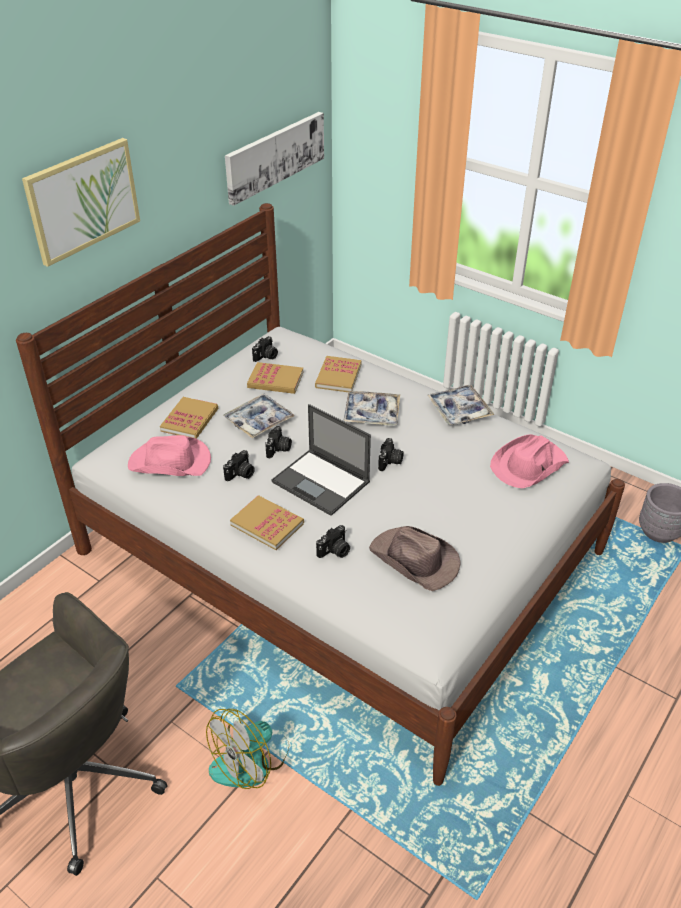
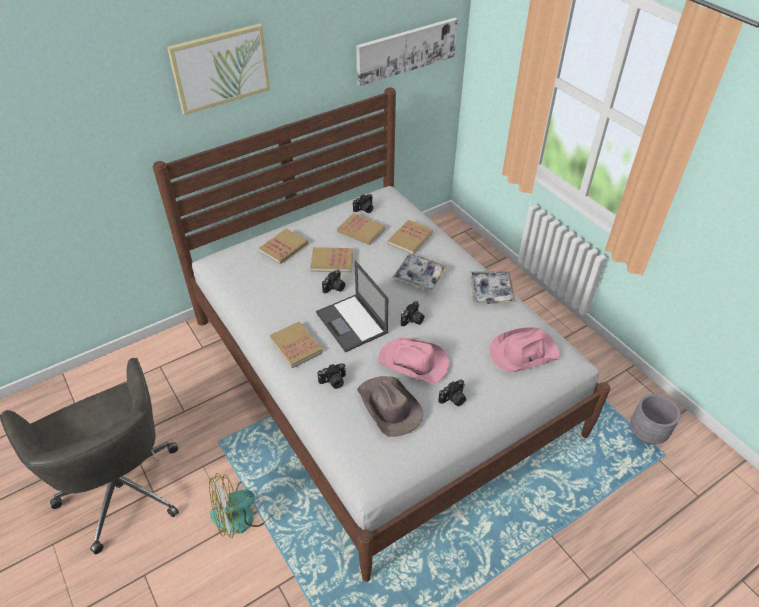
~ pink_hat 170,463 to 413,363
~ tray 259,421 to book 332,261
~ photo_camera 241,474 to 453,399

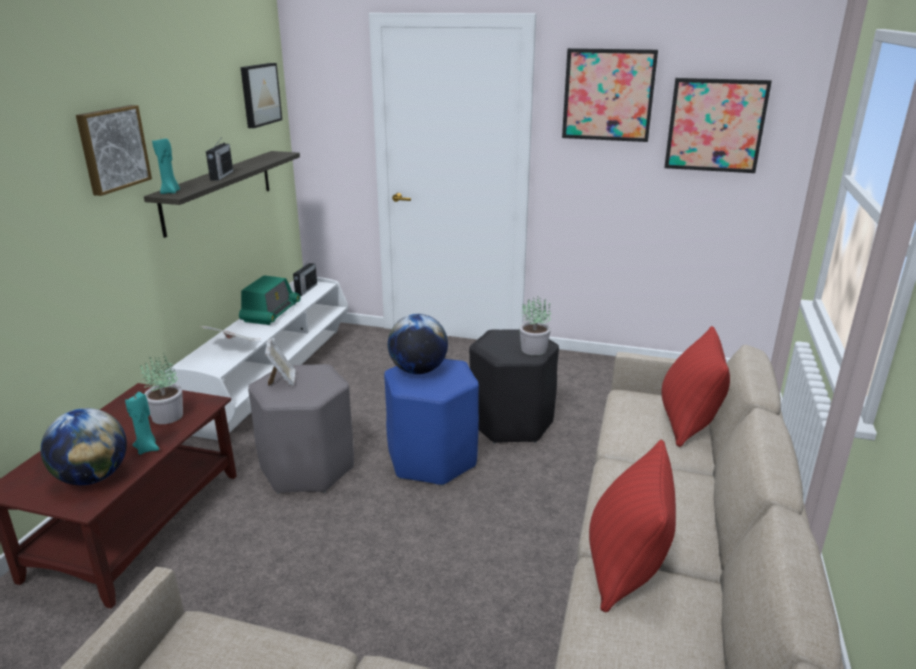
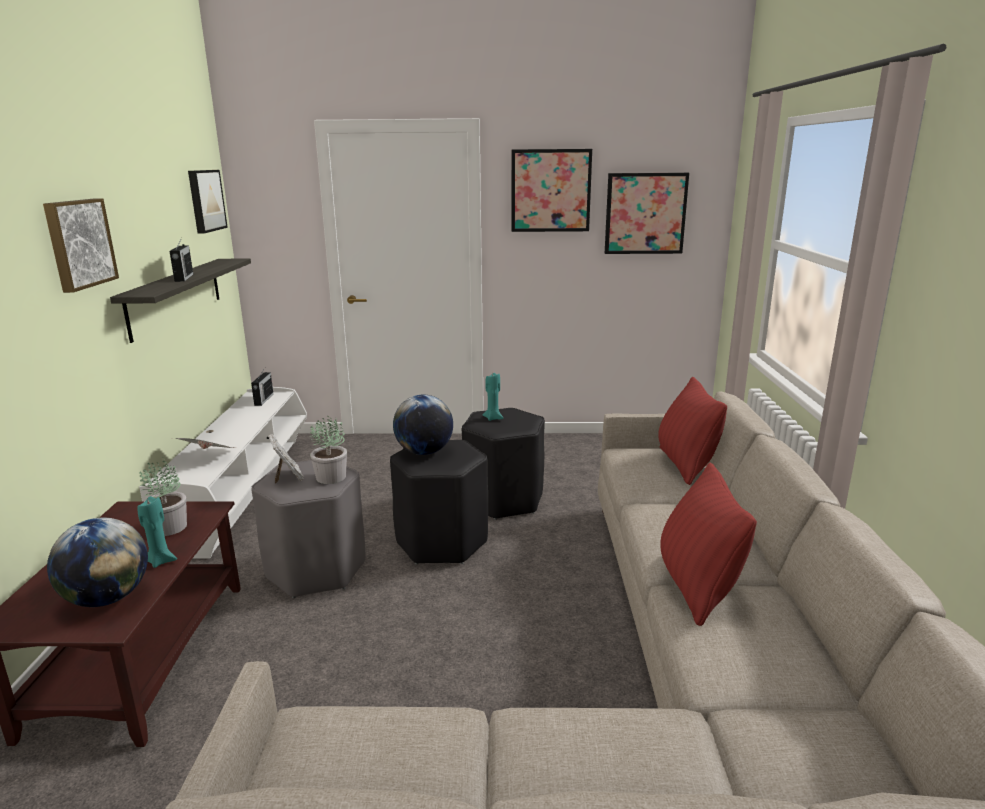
~ turquoise_candle 170,192 to 493,418
- radio 270,313
~ blue_stool 432,459 to black_stool 442,542
~ potted_plant 534,349 to 331,477

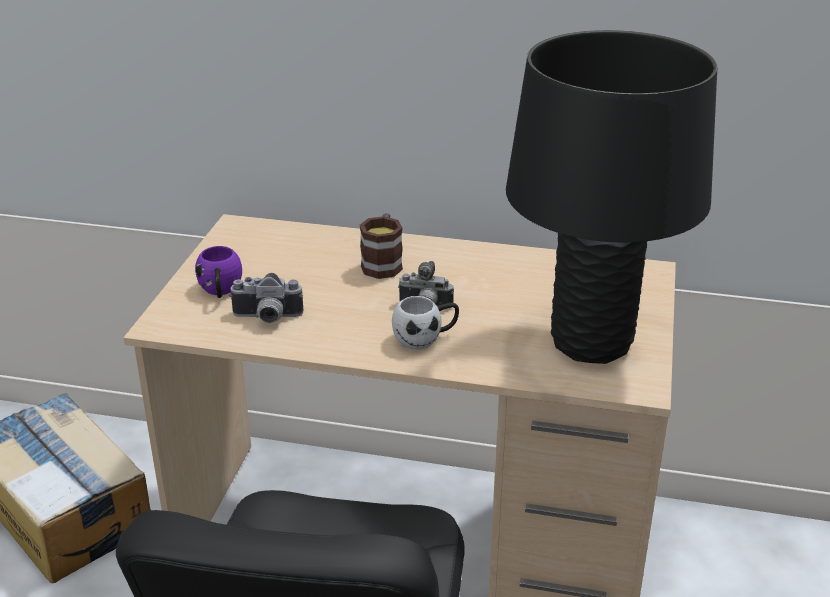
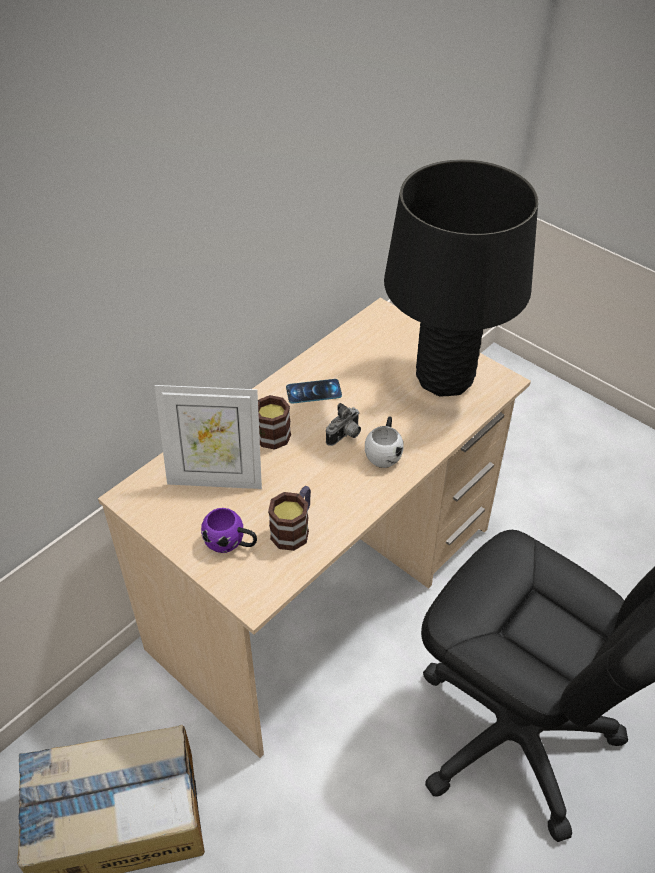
~ photo_camera 267,318 to mug 294,528
+ picture_frame 215,479
+ phone 313,391

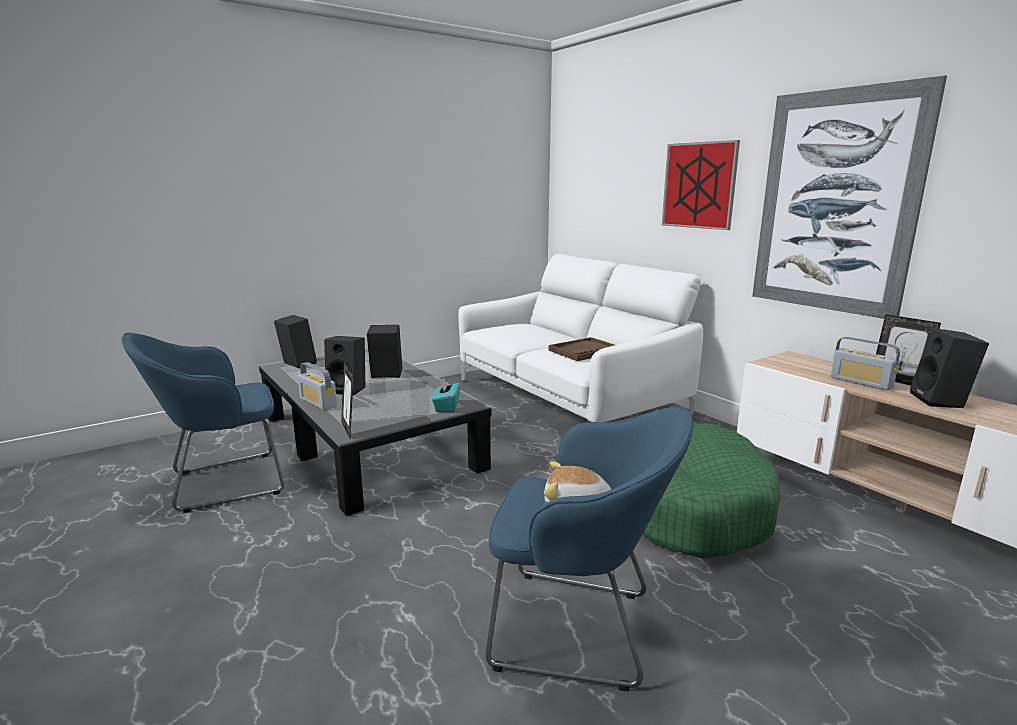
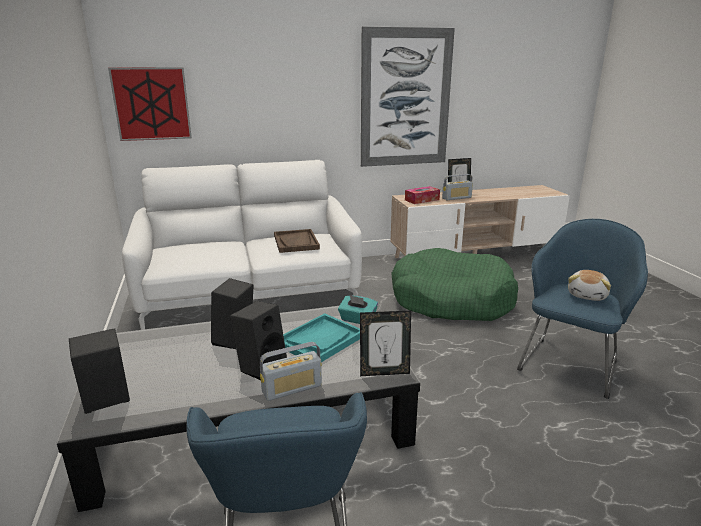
~ picture 699,185 to 151,104
- black_speaker 941,401
+ turquoise_tray 320,340
+ tissue_box 422,200

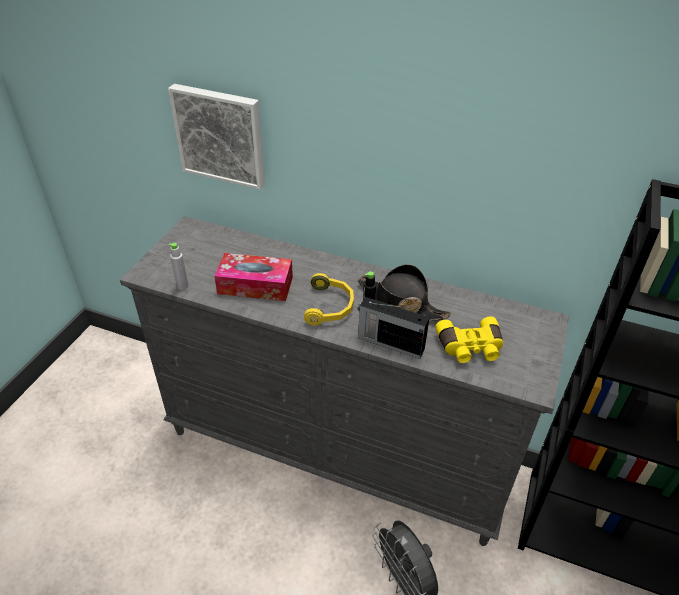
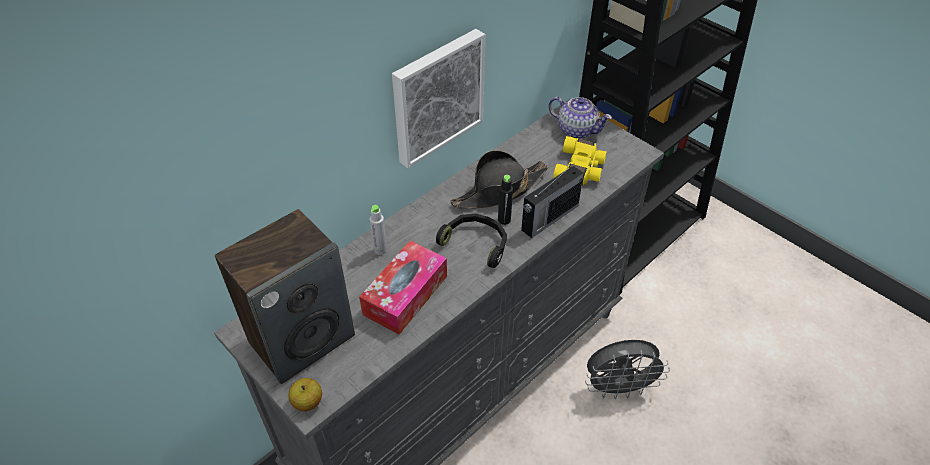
~ picture 221,135 to 436,96
~ grey_bottle 182,286 to 380,250
~ yellow_headphones 330,306 to black_headphones 476,243
+ speaker 302,338
+ apple 307,402
+ teapot 576,130

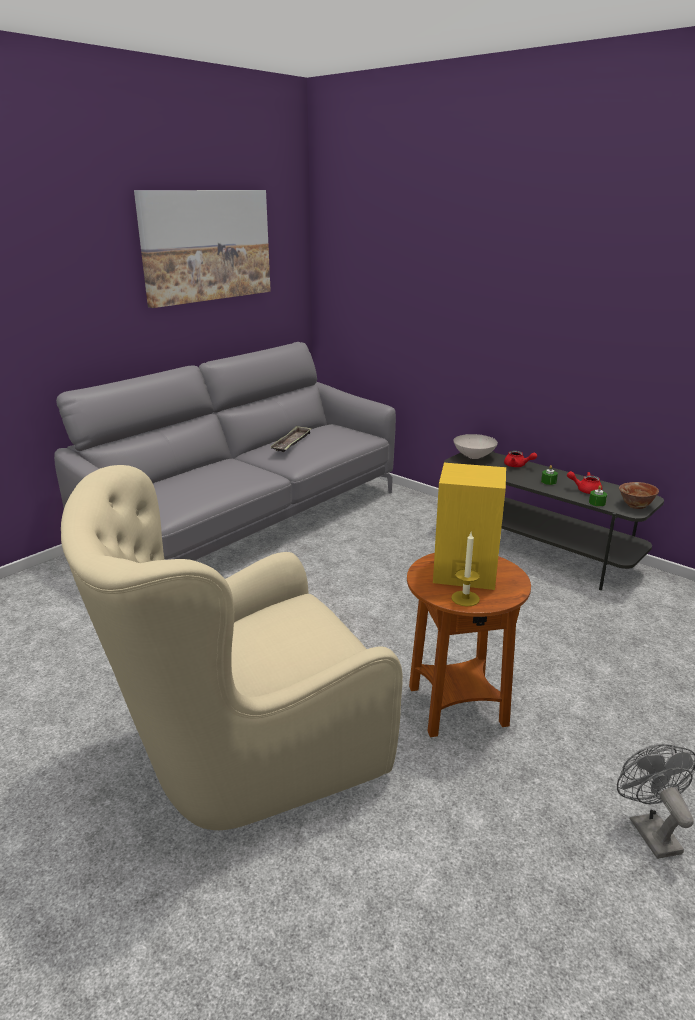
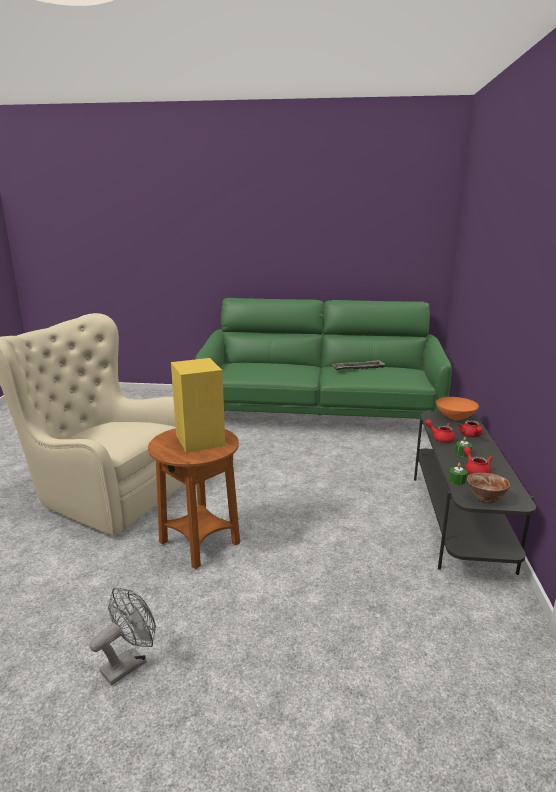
~ grey_sofa 249,521 to green_sofa 319,414
- picture 206,246
- candle 465,598
~ white_bowl 474,456 to orange_bowl 455,418
+ red_teapot 440,438

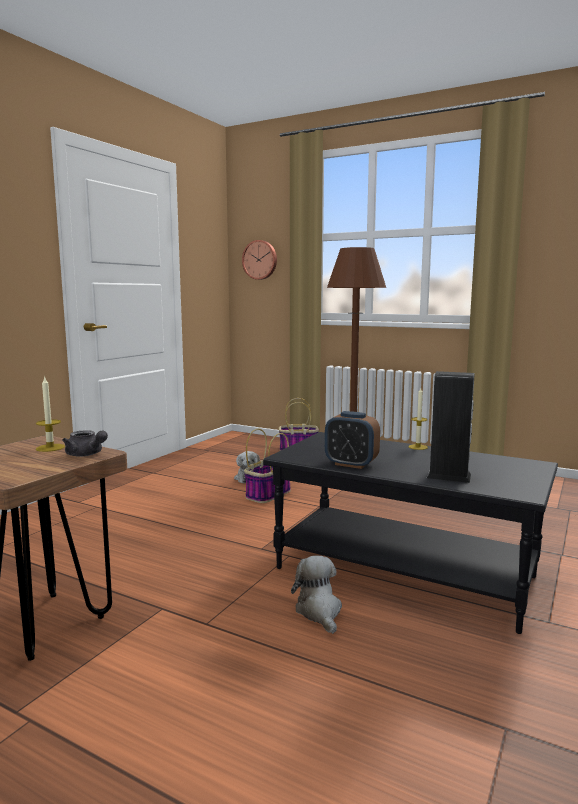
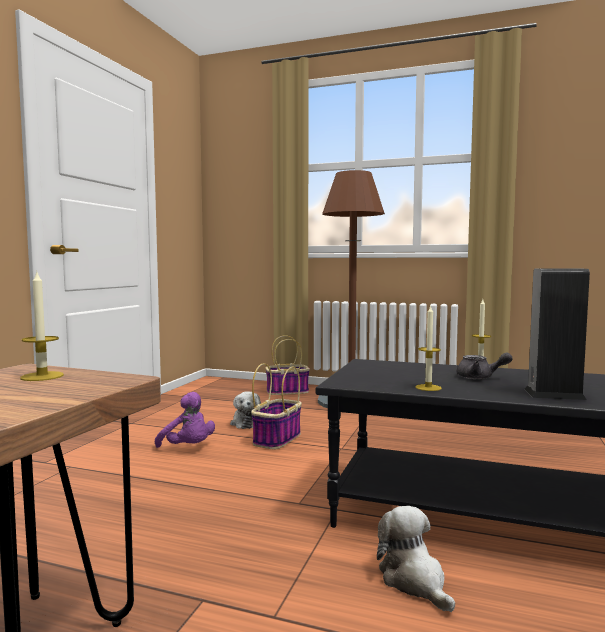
~ grey_teapot 86,454 to 480,378
- wall_clock 260,260
~ alarm_clock 351,464 to candle 428,387
+ purple_plush_toy 188,448

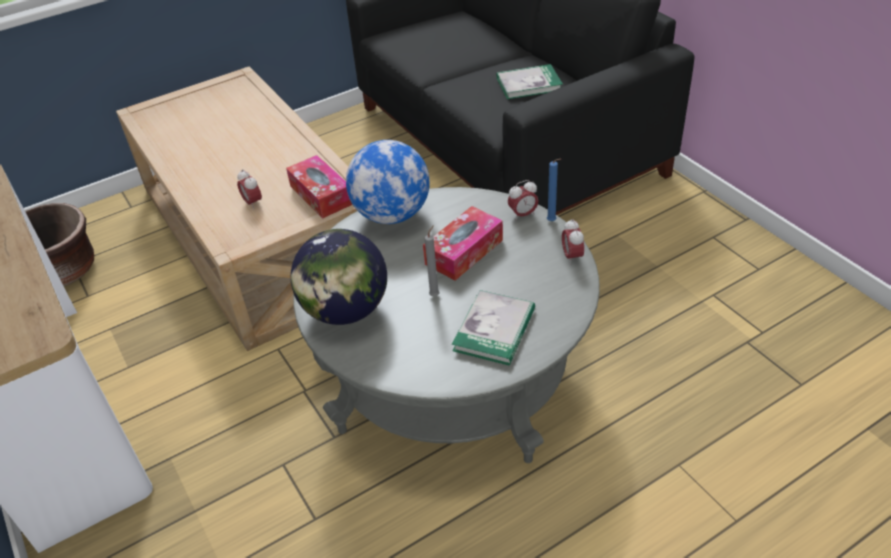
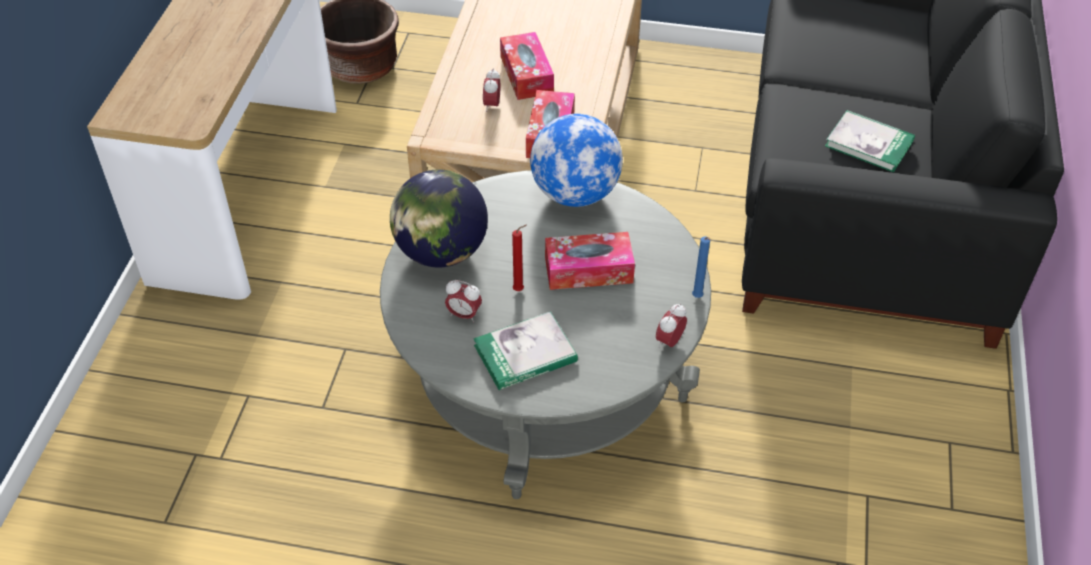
~ grey_candle 435,294 to red_candle 520,290
~ alarm_clock 523,215 to 464,315
+ tissue_box 526,75

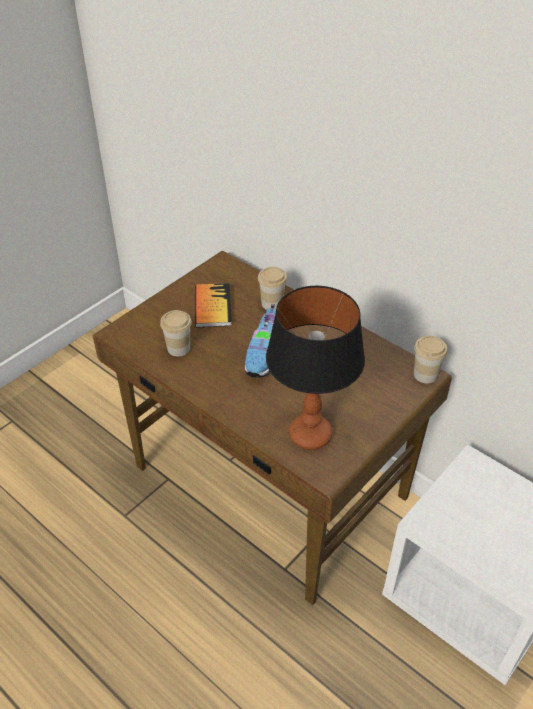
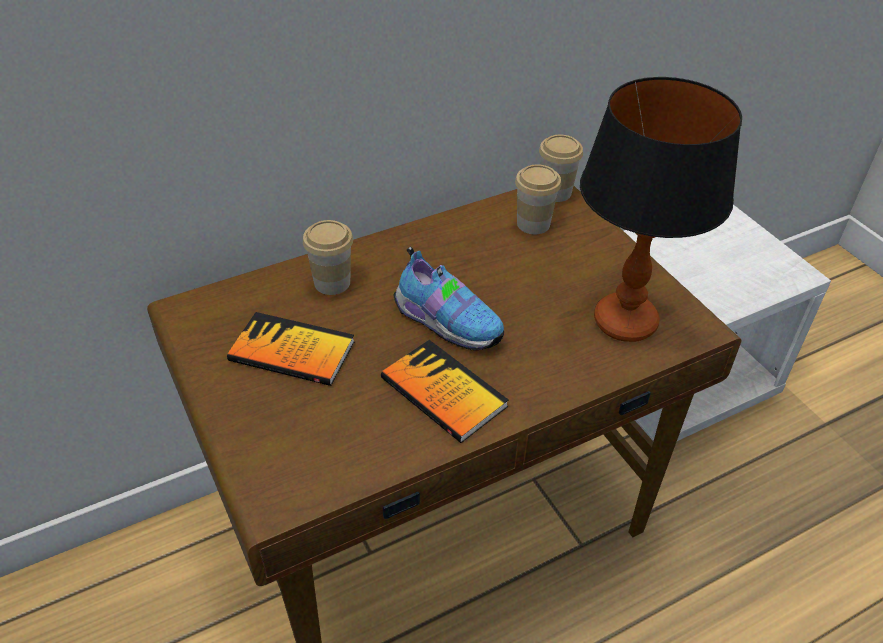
~ cup 178,348 to 533,224
+ book 443,392

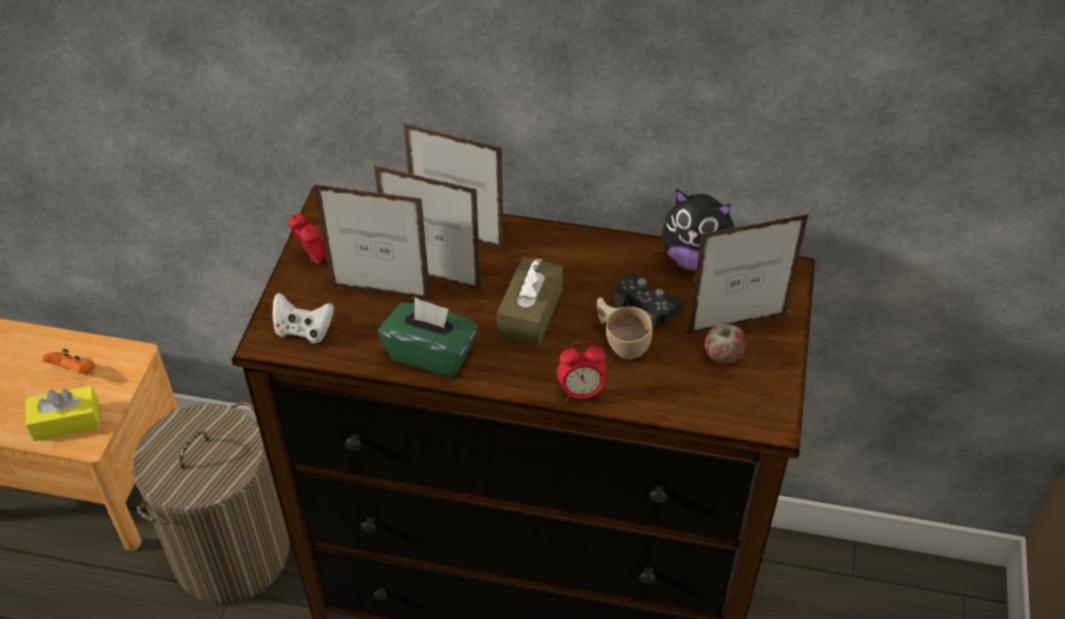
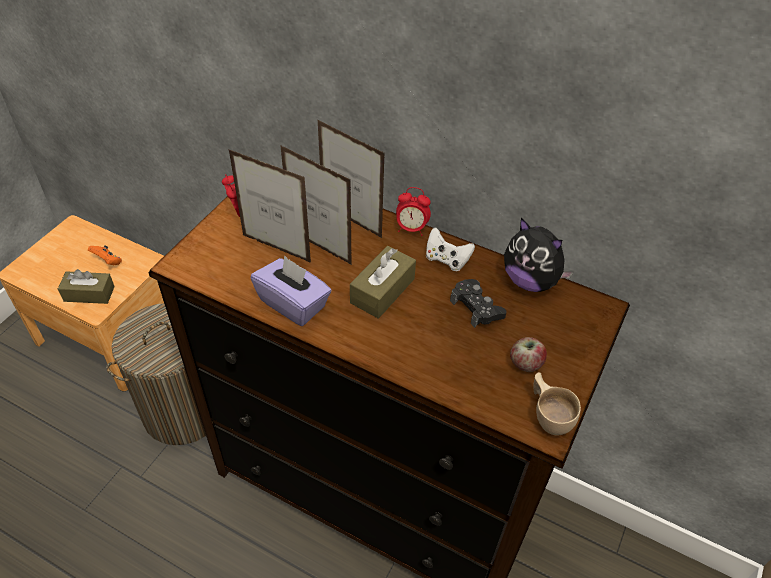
~ yellow_tissue_box 66,421 to brown_tissue_box 89,294
~ white_game_controller 303,330 to 446,260
~ green_tissue_box 431,353 to purple_tissue_box 293,304
~ alarm_clock 581,392 to 411,229
~ beige_cup 621,341 to 548,414
- picture_frame 737,324

